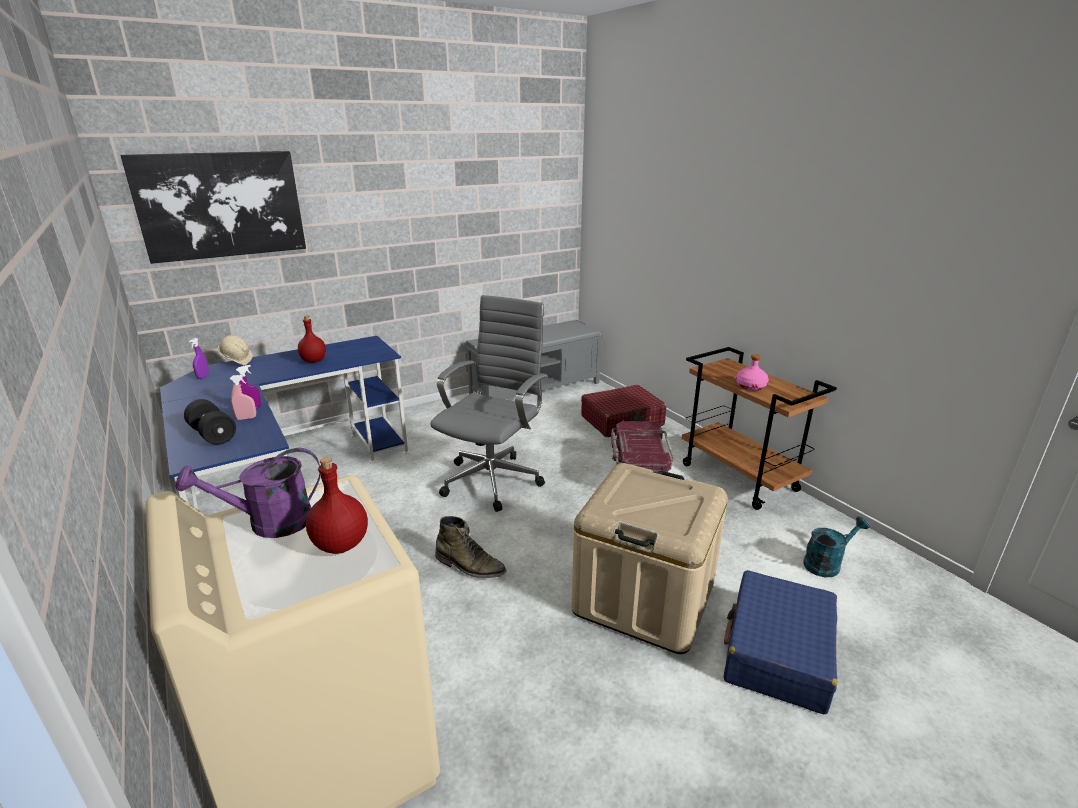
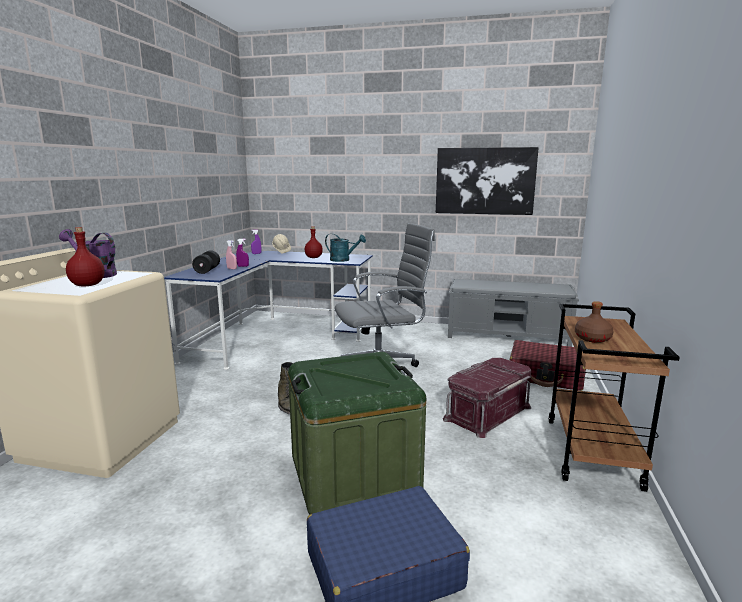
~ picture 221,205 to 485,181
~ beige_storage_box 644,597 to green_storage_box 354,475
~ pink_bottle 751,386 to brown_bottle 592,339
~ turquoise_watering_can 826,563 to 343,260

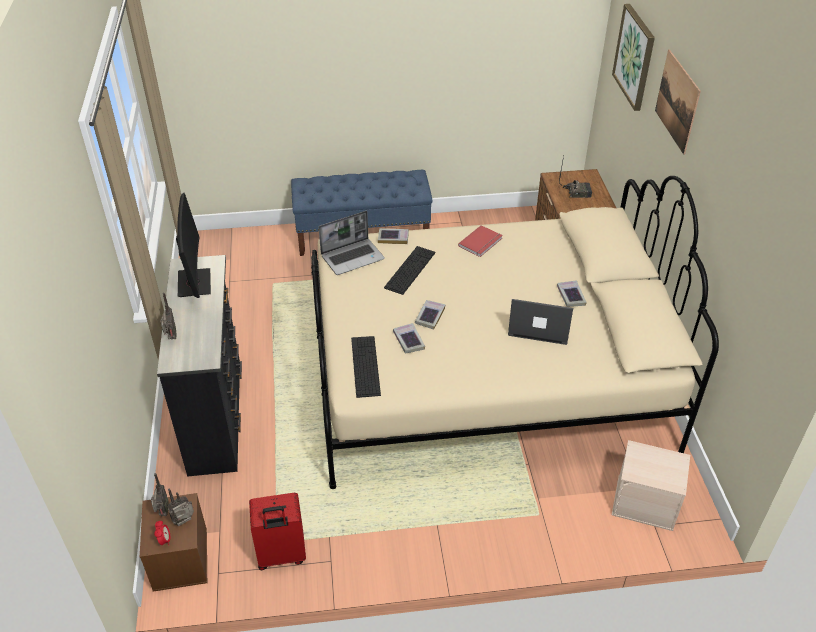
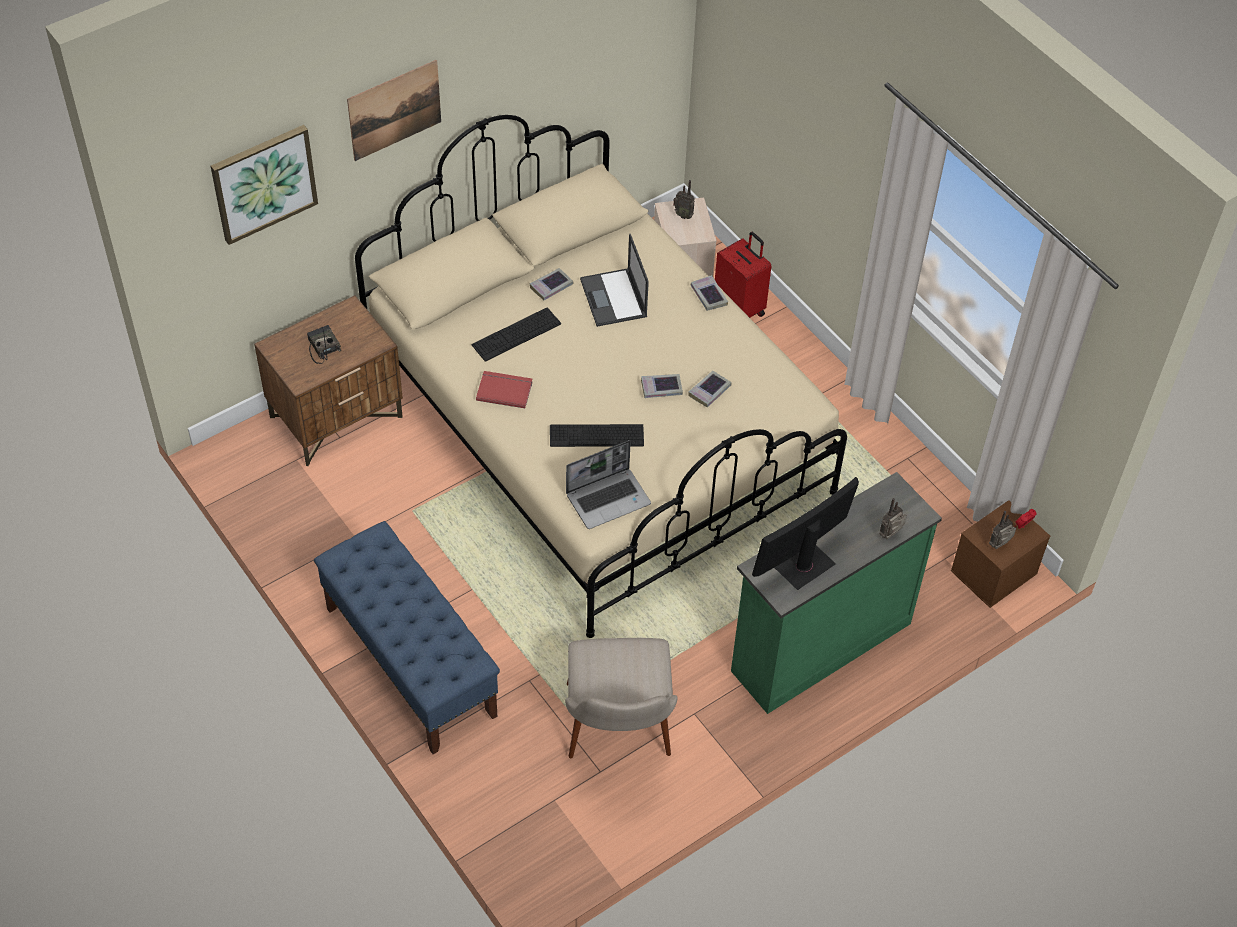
~ black_dresser 217,414 to green_dresser 818,645
~ radio 185,522 to 683,215
~ red_suitcase 281,555 to 740,308
~ laptop 353,257 = 608,498 120 degrees clockwise
~ keyboard 365,366 to 516,334
~ book 393,238 to 708,295
+ beige_chair 619,738

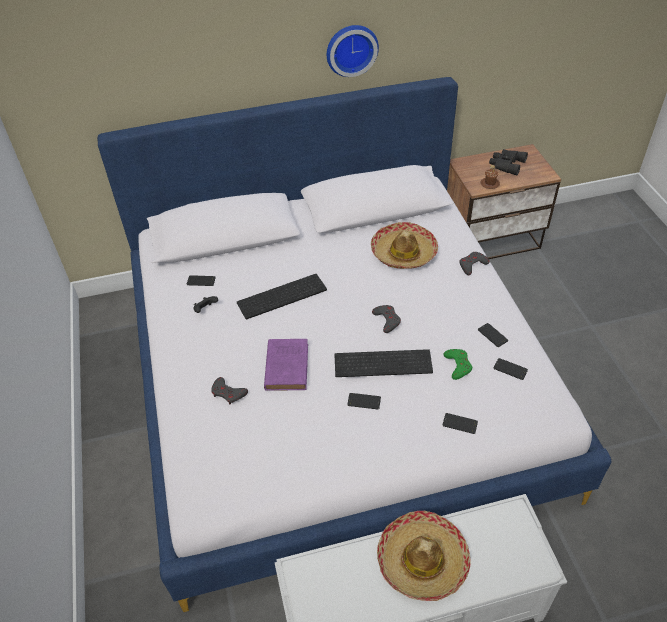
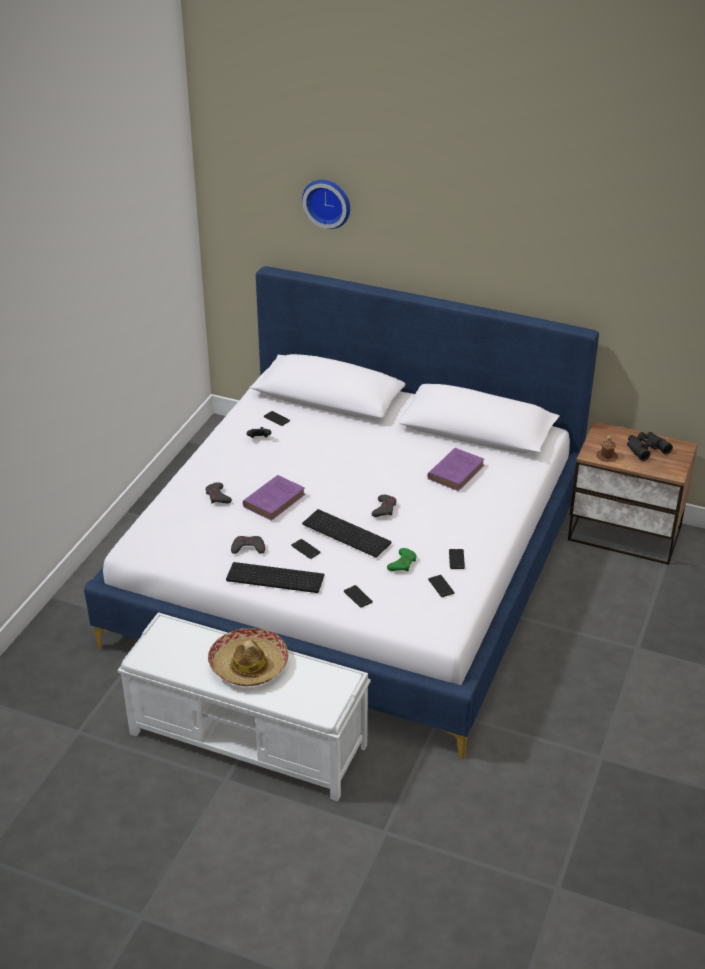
~ keyboard 281,297 to 273,579
~ wall_clock 351,49 to 328,202
~ hat 404,253 to purple_book 456,471
~ grey_game_controller 472,265 to 248,548

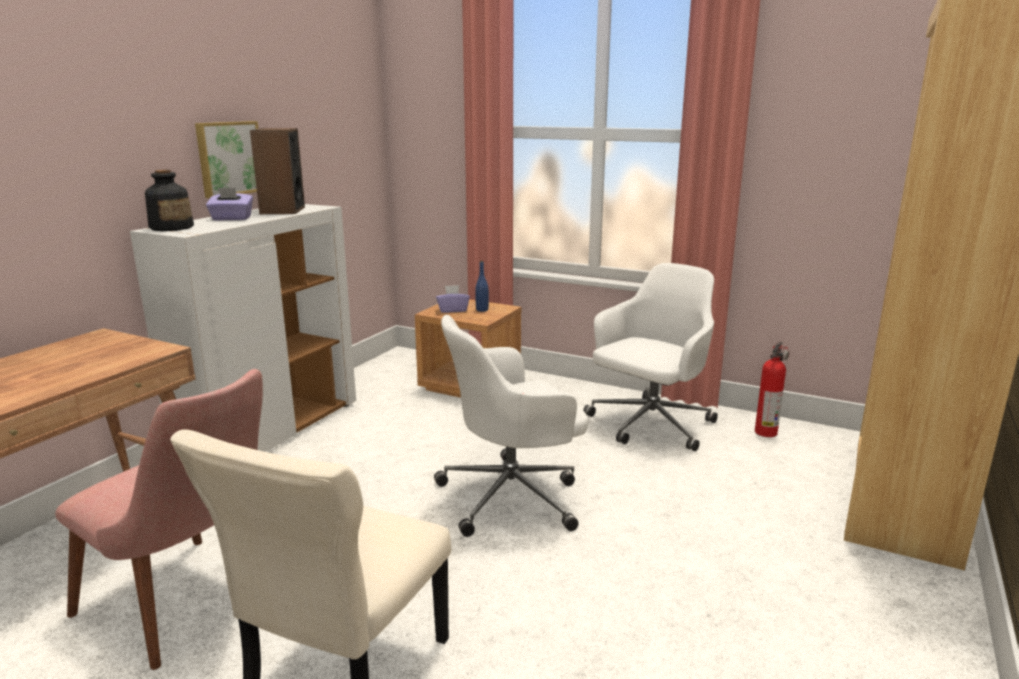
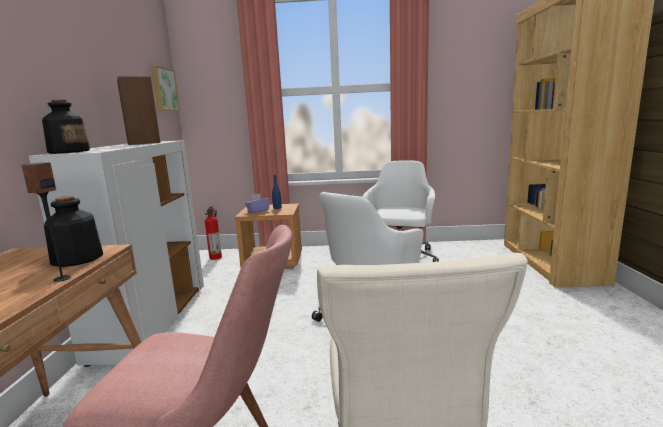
~ picture 228,158 to 163,89
- purple_tissue_box 231,219
~ fire_extinguisher 766,431 to 216,257
+ speaker 62,278
+ bottle 77,259

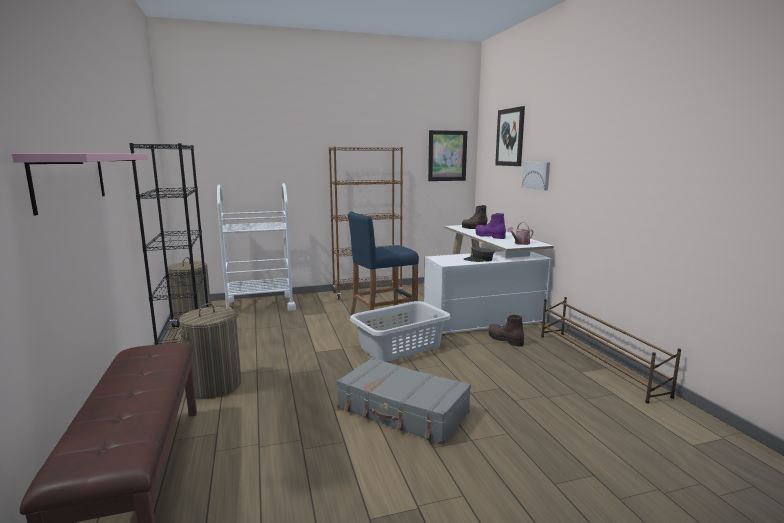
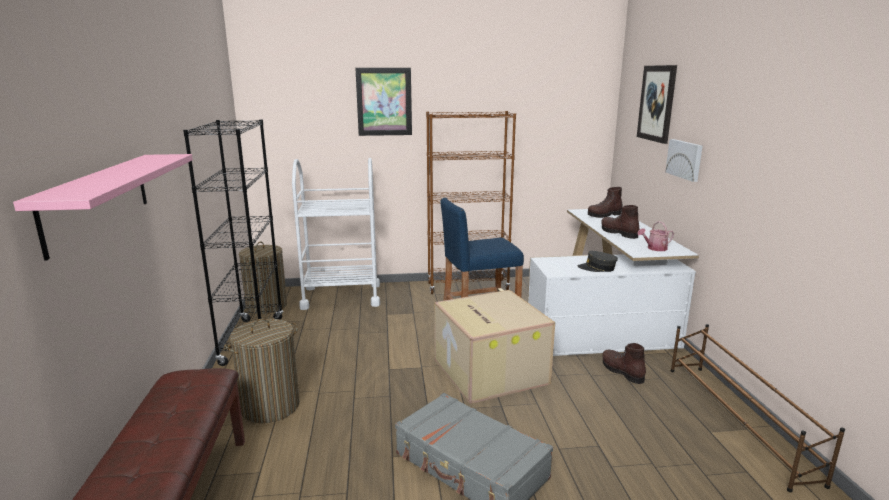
~ grey_laundry_basket 399,347 to cardboard_box 488,371
~ picture 447,156 to 384,102
~ purple_boot 489,236 to brown_boot 618,233

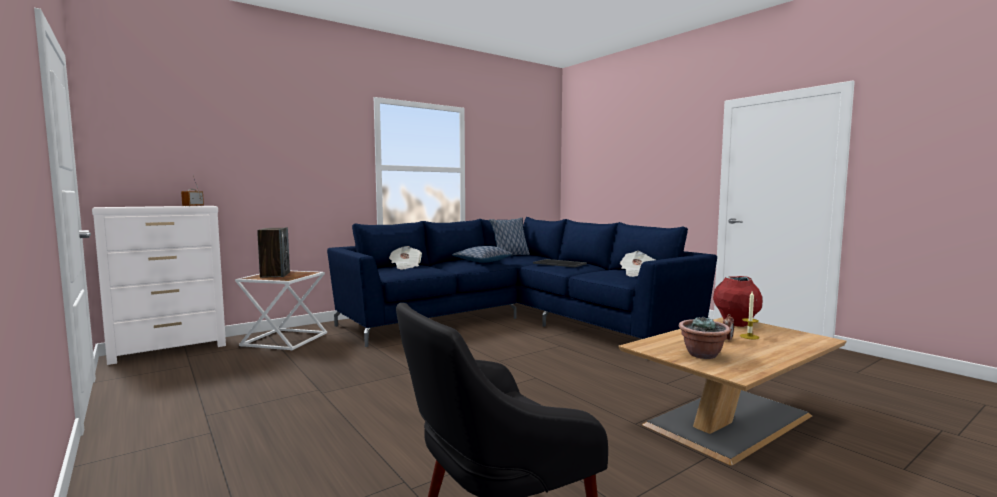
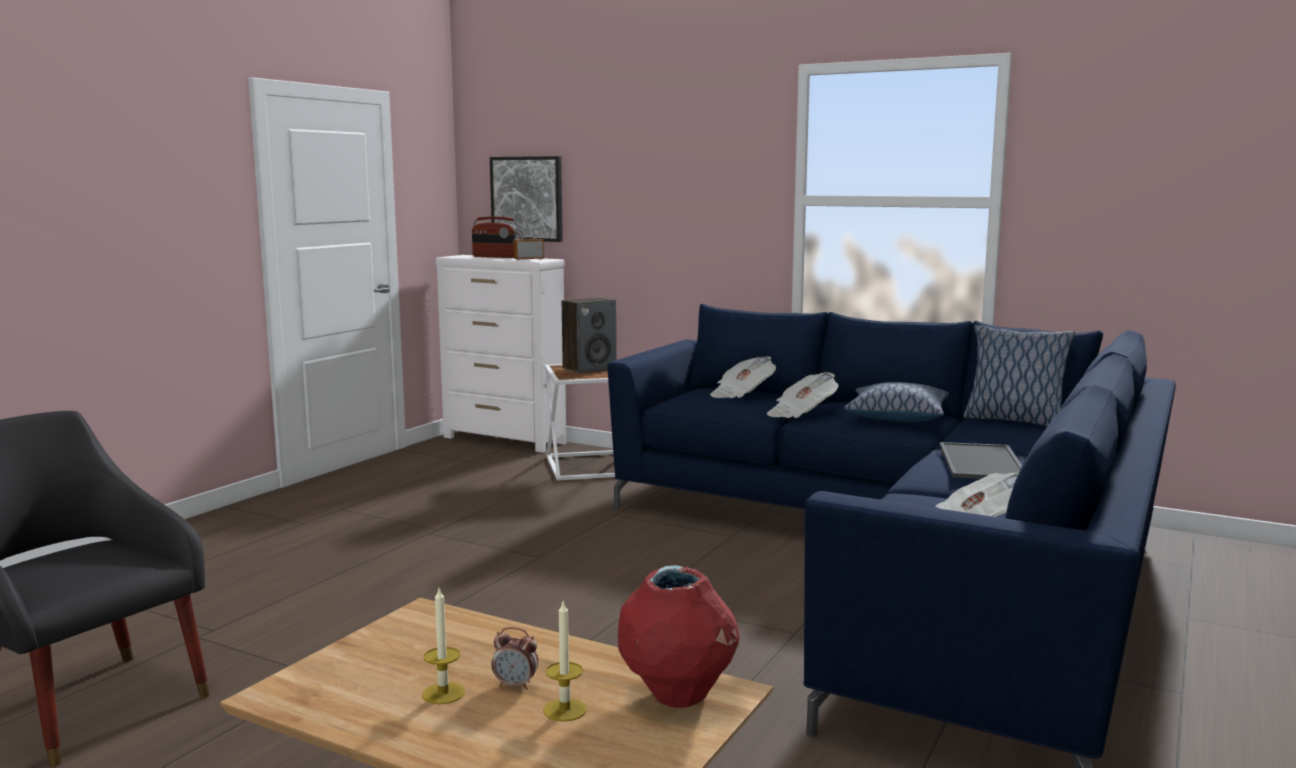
- potted_plant 703,355
+ candle 443,693
+ radio 496,257
+ picture 527,198
+ newspaper 801,414

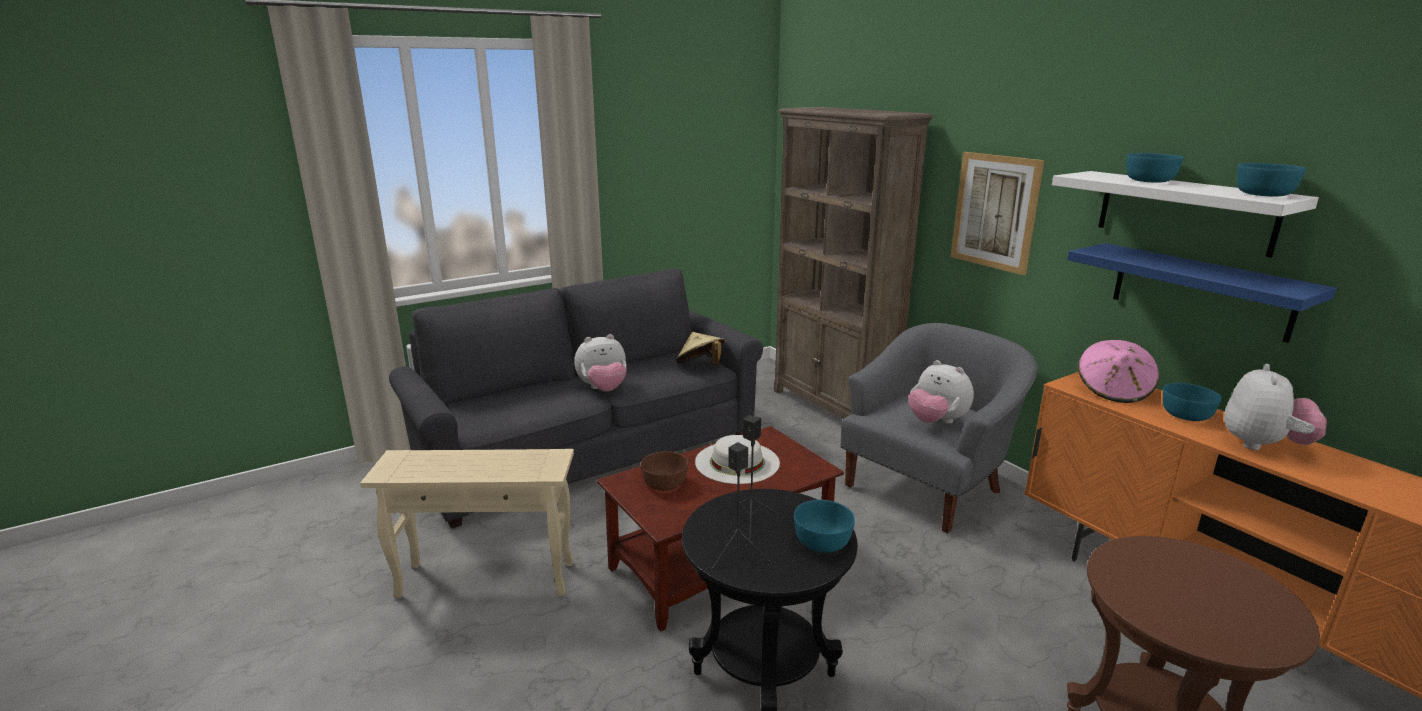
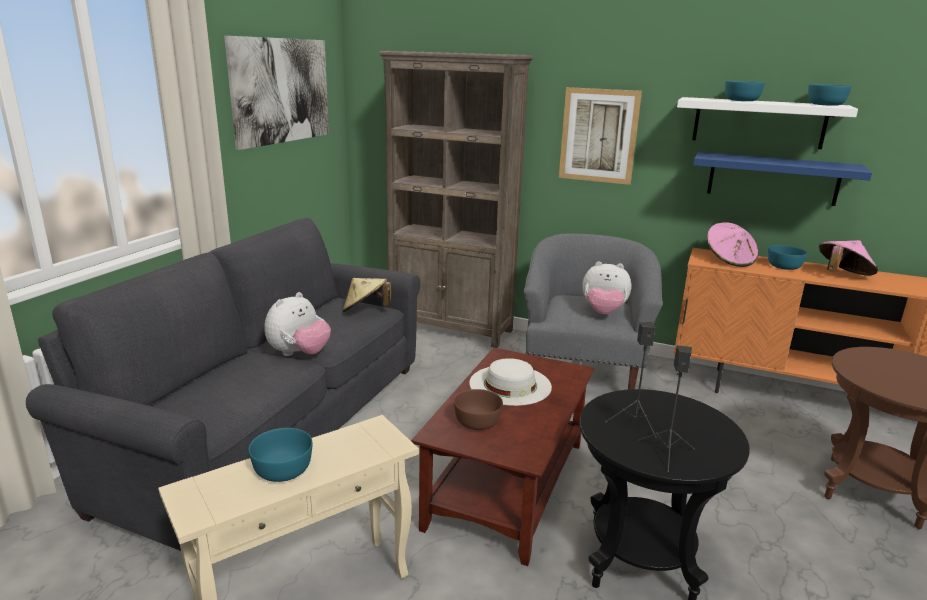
~ turquoise_bowl 822,540 to 282,469
~ plush_toy 1263,445 to pink_hat 842,276
+ picture 281,91

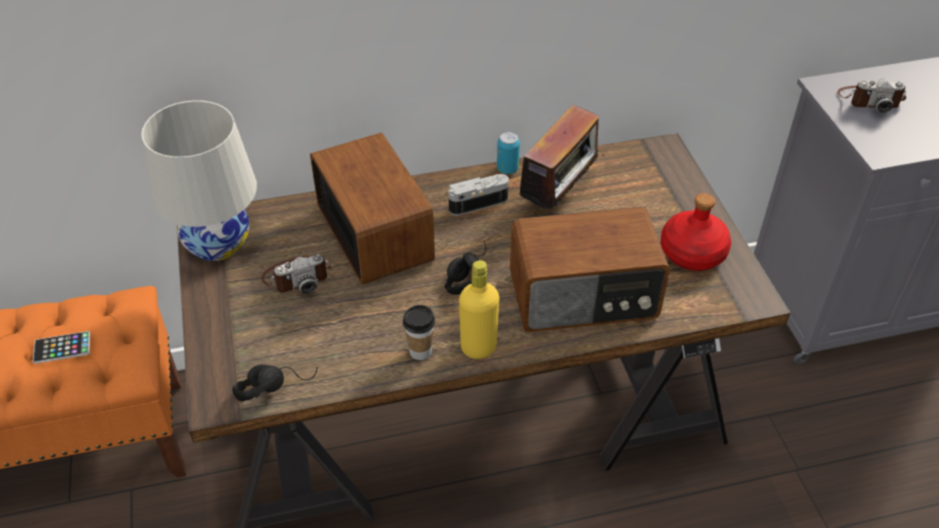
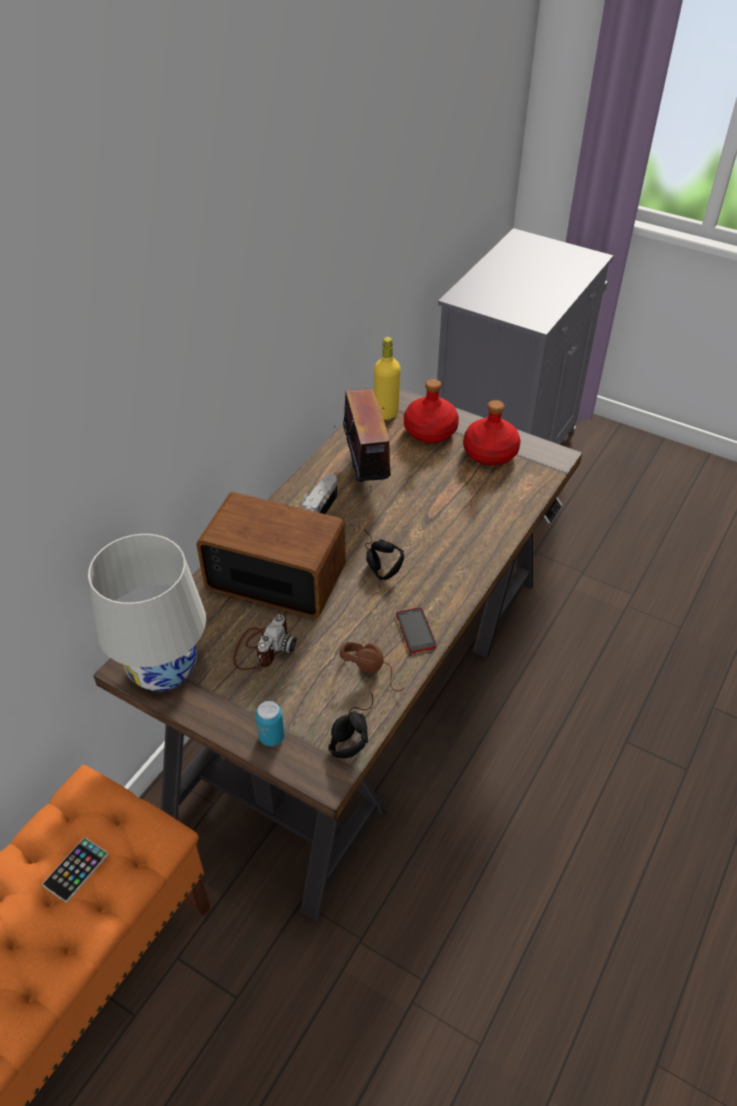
~ cup 420,351 to phone 415,631
~ yellow_bottle 478,347 to 386,413
~ can 507,169 to 271,737
- radio 584,297
- photo_camera 869,100
+ brown_headphones 375,669
+ red_bottle 429,431

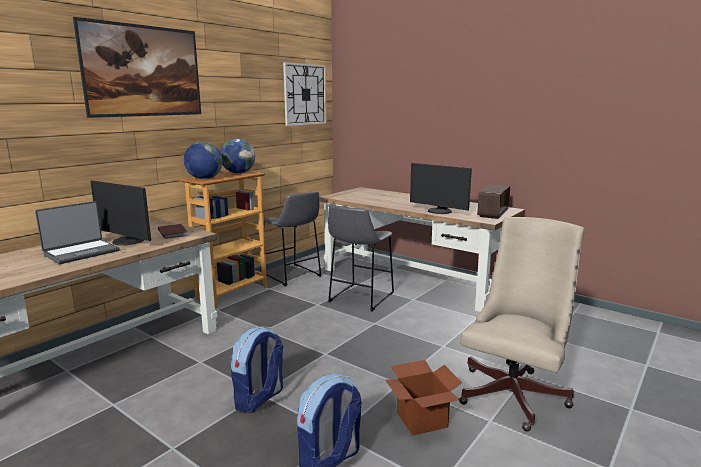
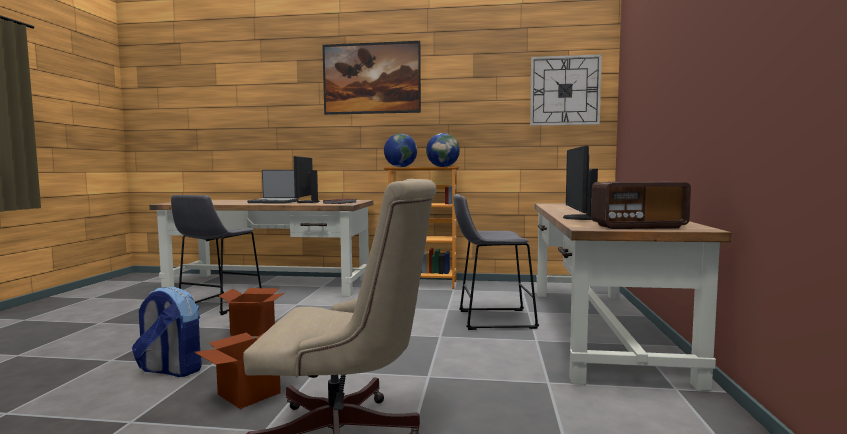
~ backpack 259,399 to cardboard_box 253,330
~ grey_stool 292,276 to 218,305

